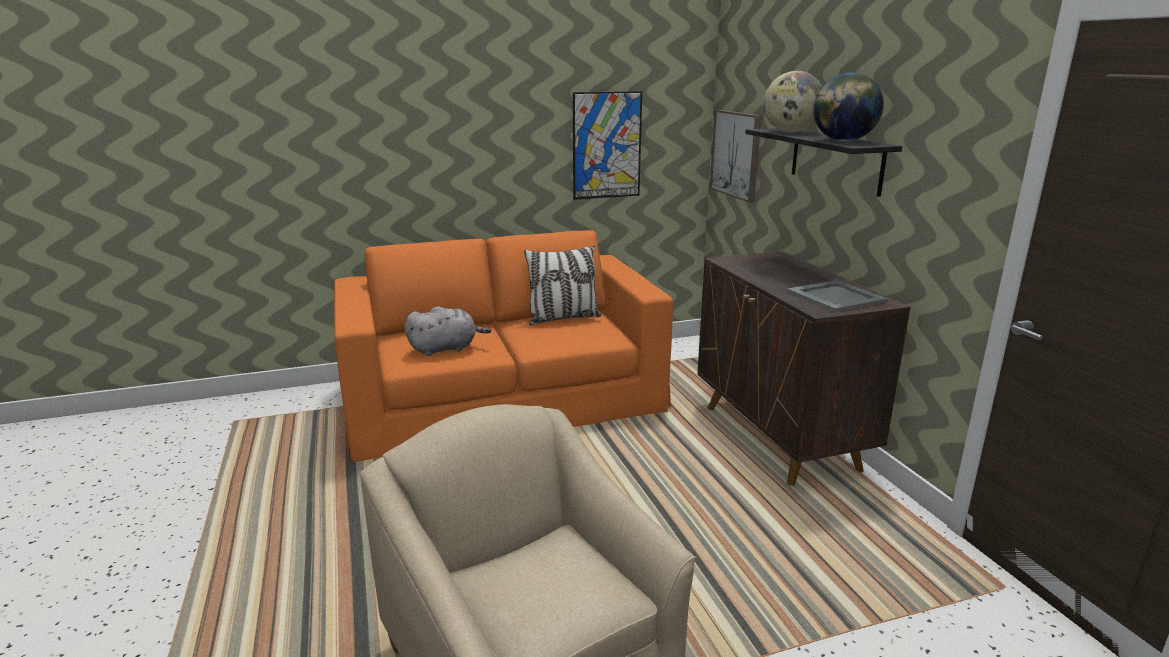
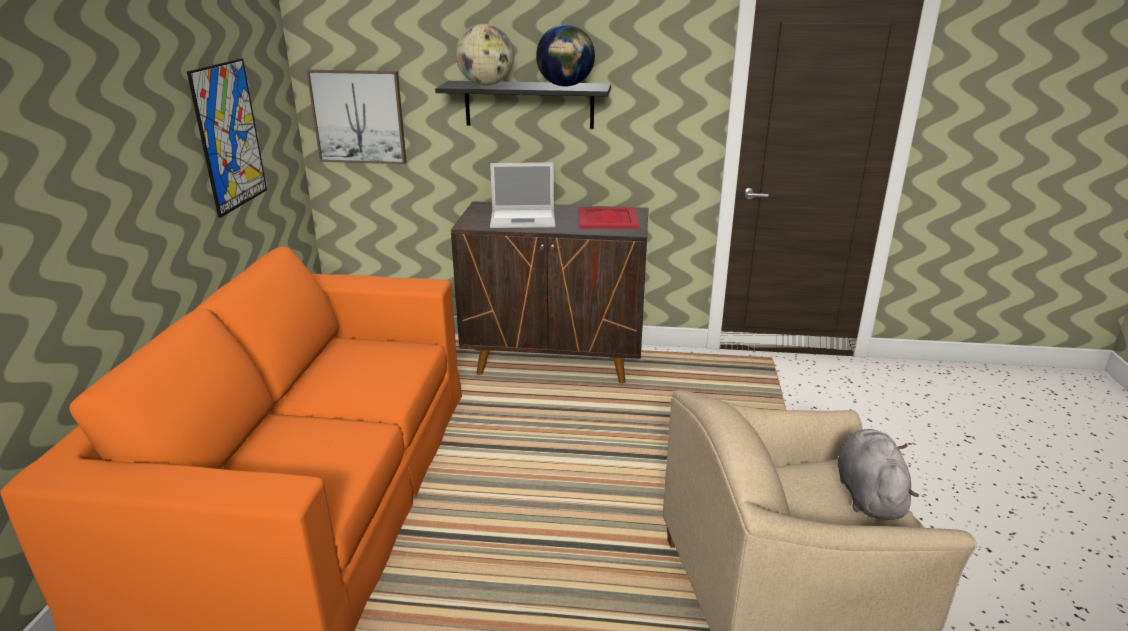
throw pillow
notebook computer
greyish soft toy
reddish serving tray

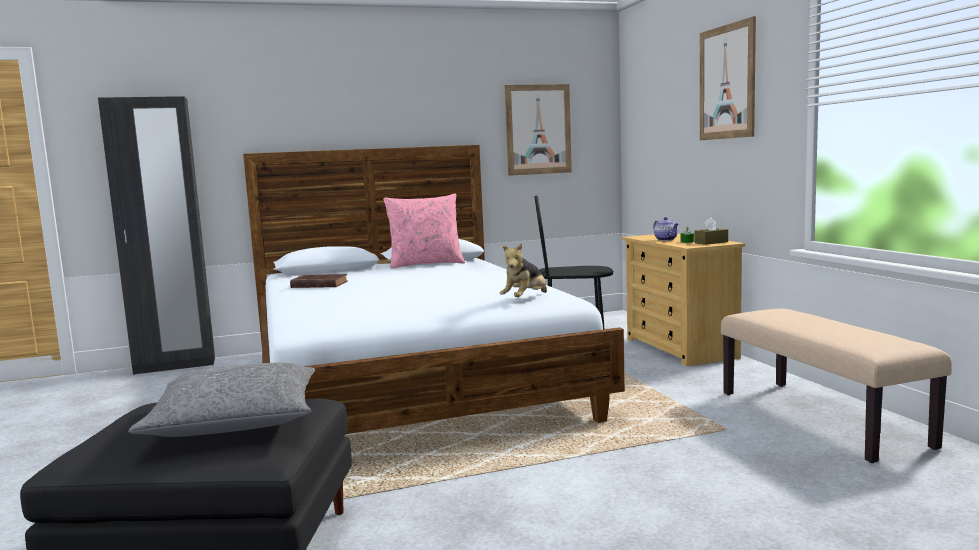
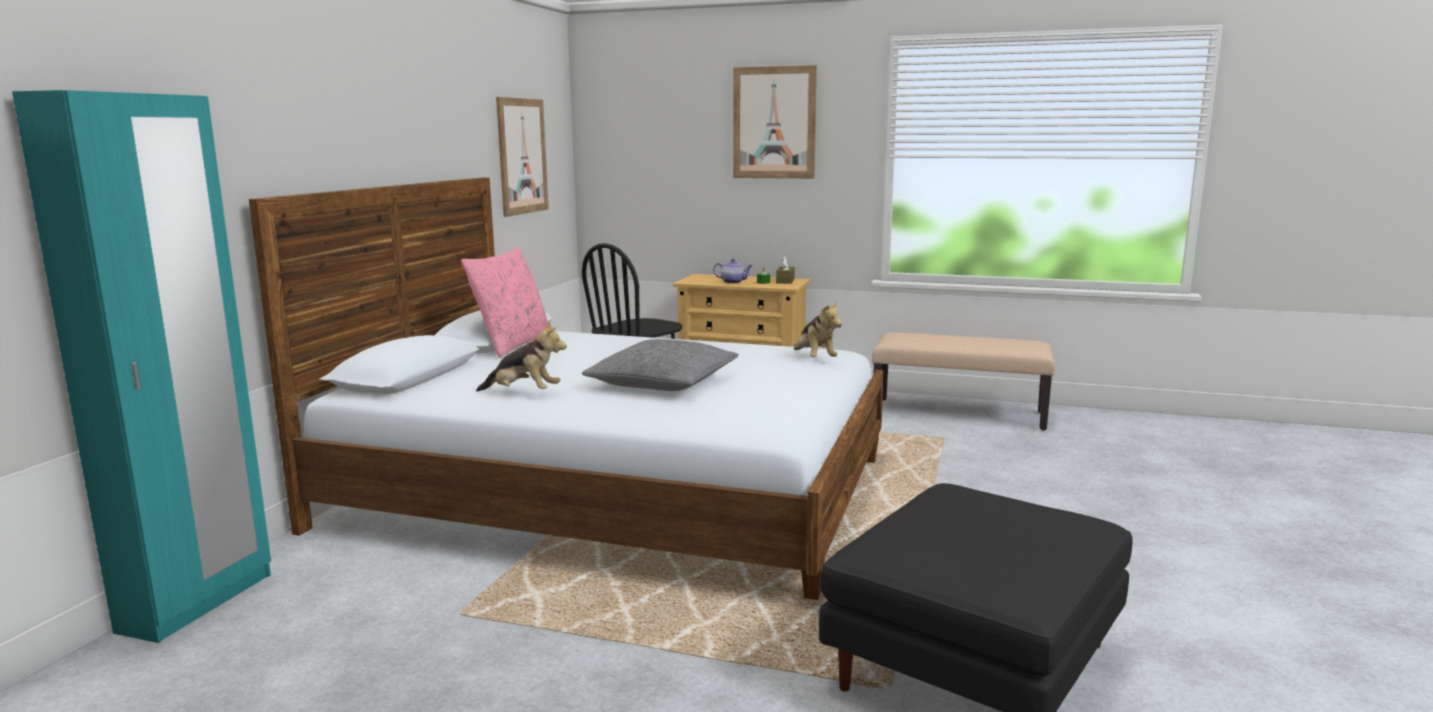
greyish throw pillow
soft toy (no. 1 from left)
turquoise clothes cupboard

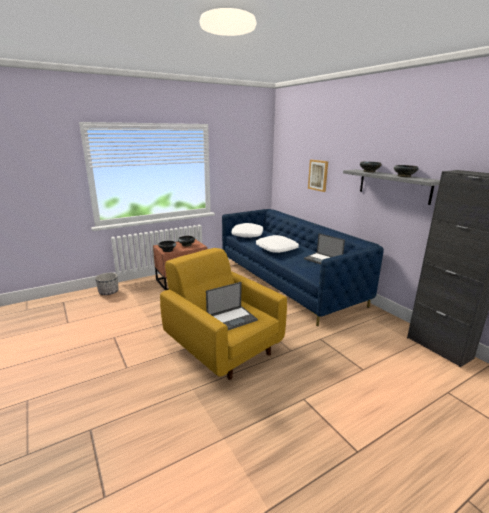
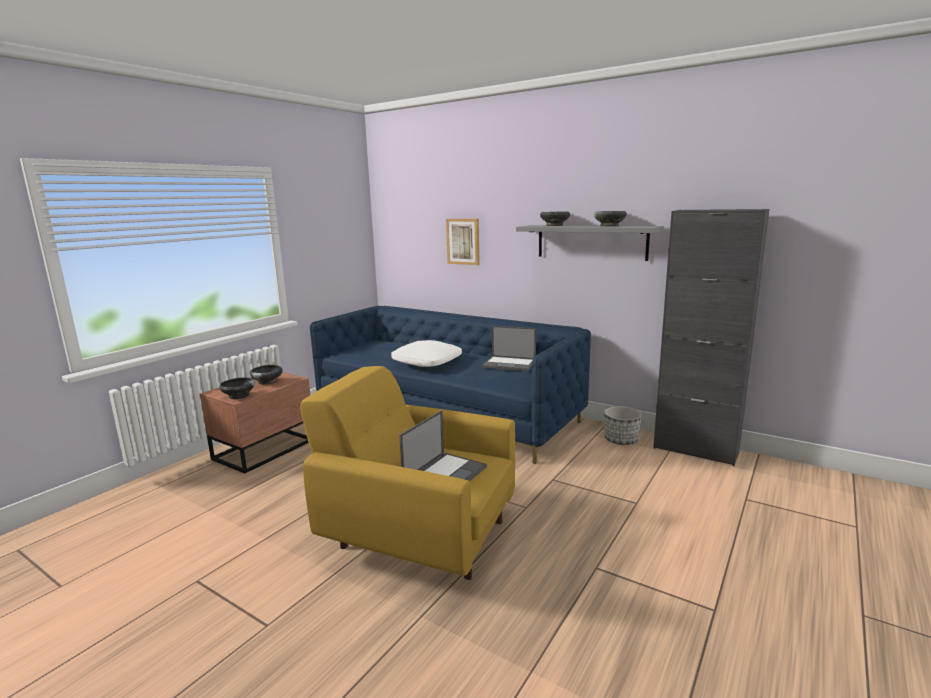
white throw pillow (no. 1 from left in the first image)
planter

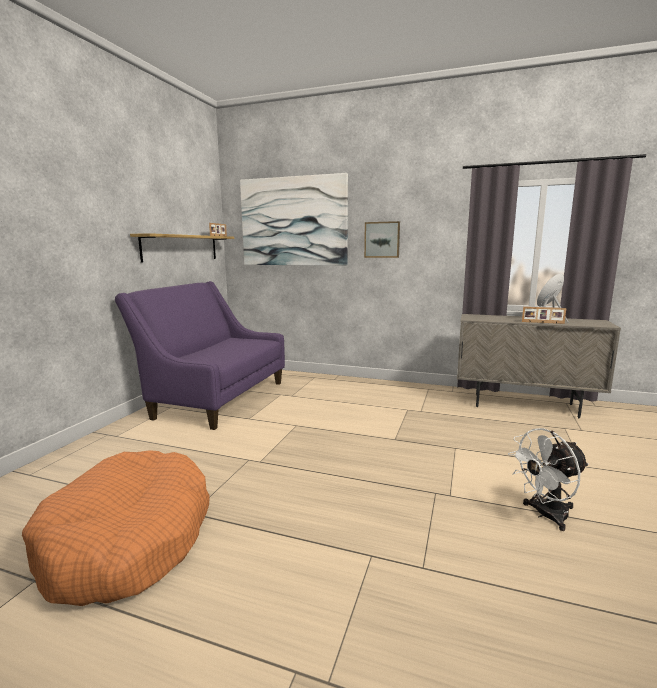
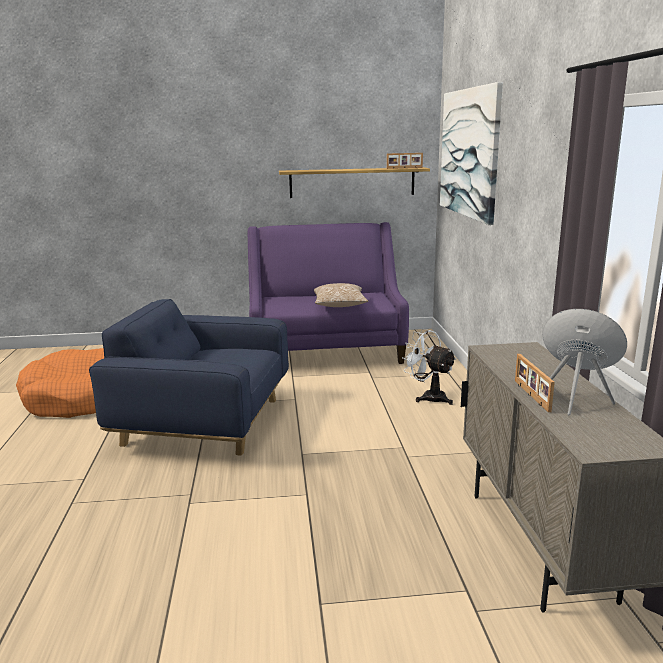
wall picture (no. 2 from left in the first image)
blue lounge chair
throw pillow
white fan

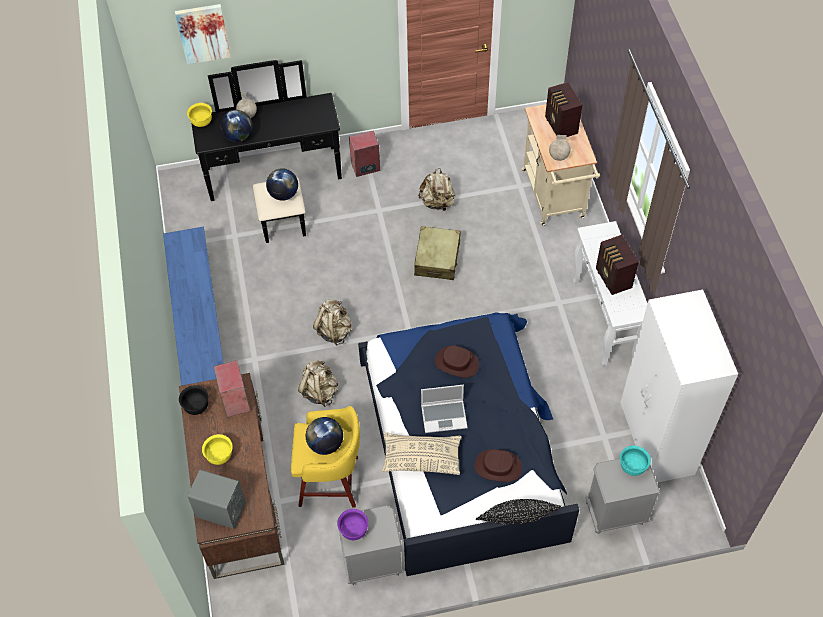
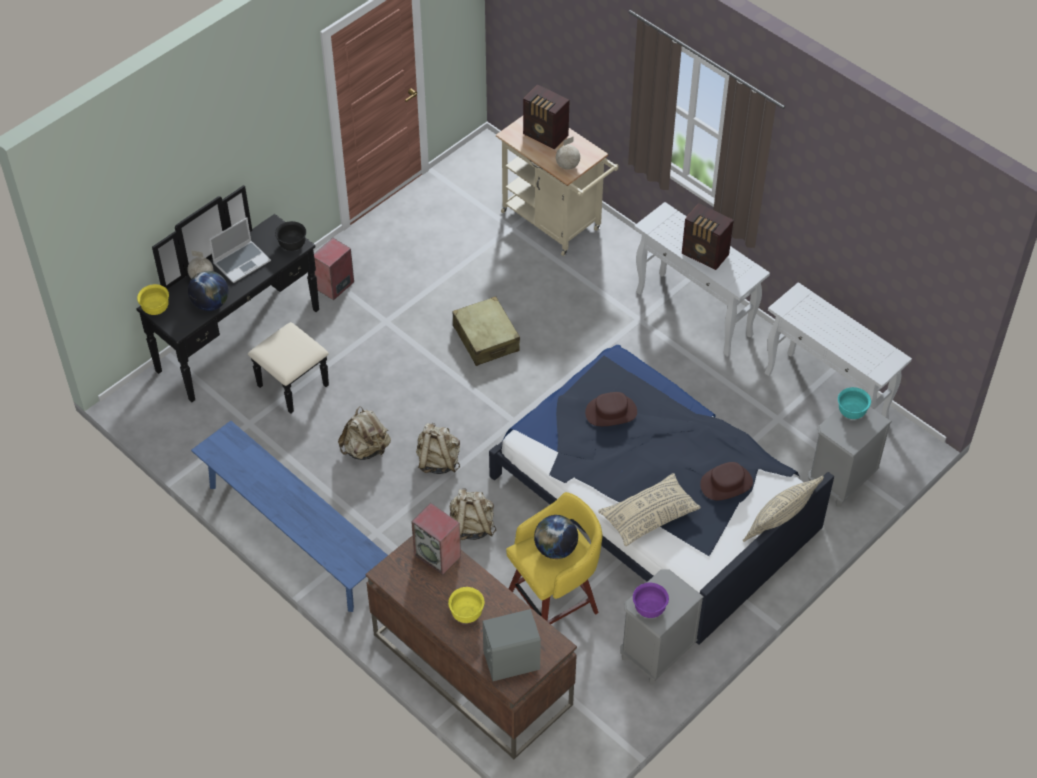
wall picture
globe (no. 3 from left in the first image)
blackish deep dish
beige-coloured backpack (no. 1 from left)
notebook computer
white console table (no. 2 from left)
beige-coloured throw pillow (no. 2 from left)

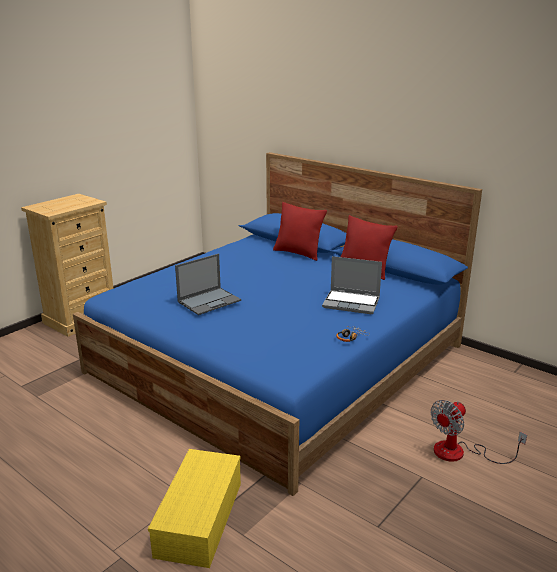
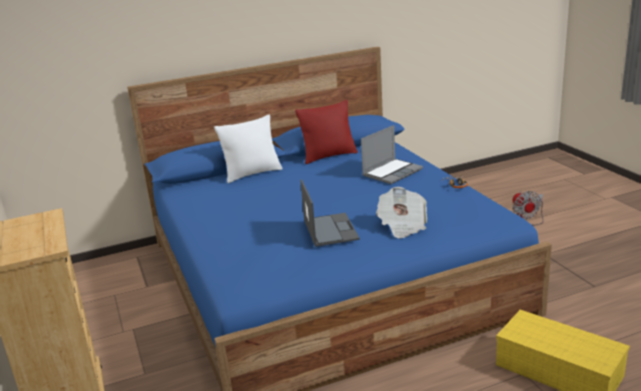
newspaper
white throw pillow

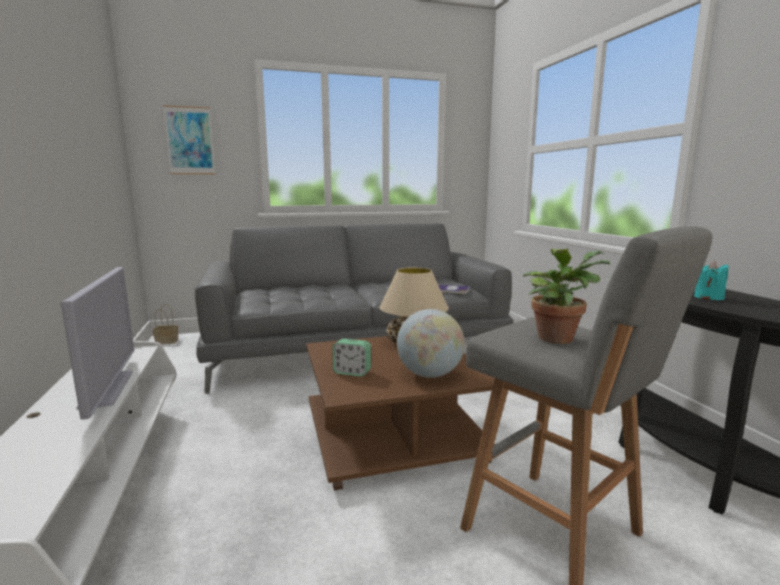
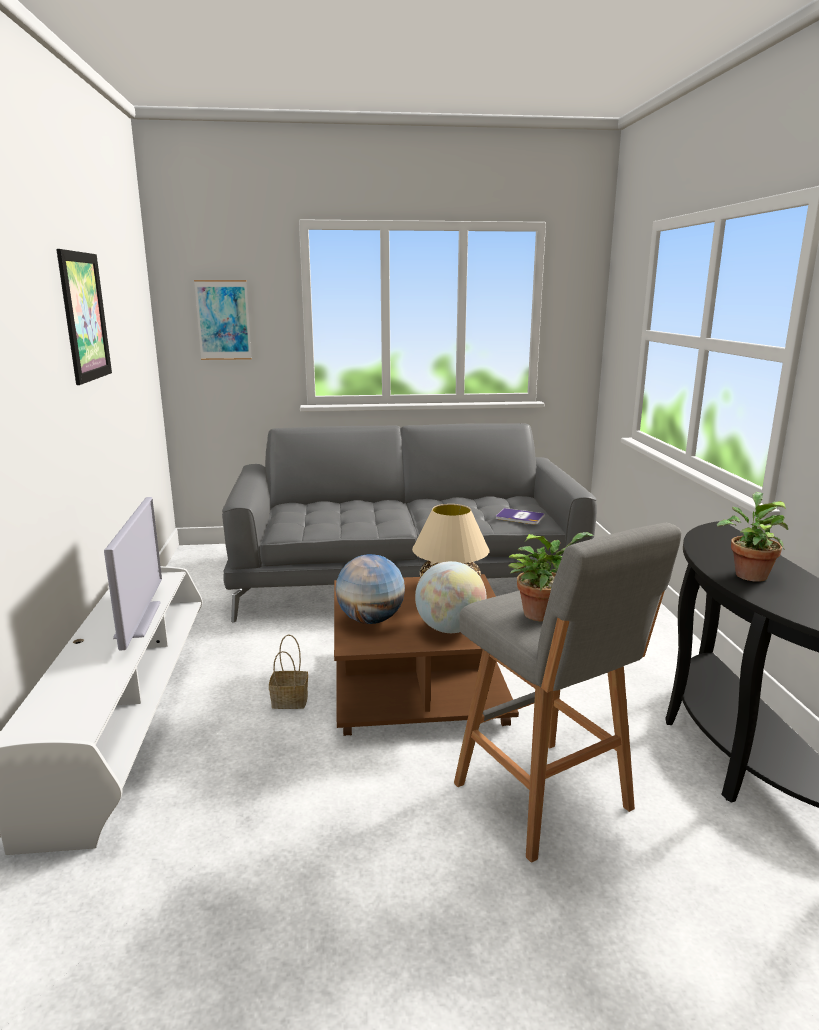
wall picture (no. 1 from left)
basket
globe (no. 1 from left)
plant in a pot (no. 2 from left)

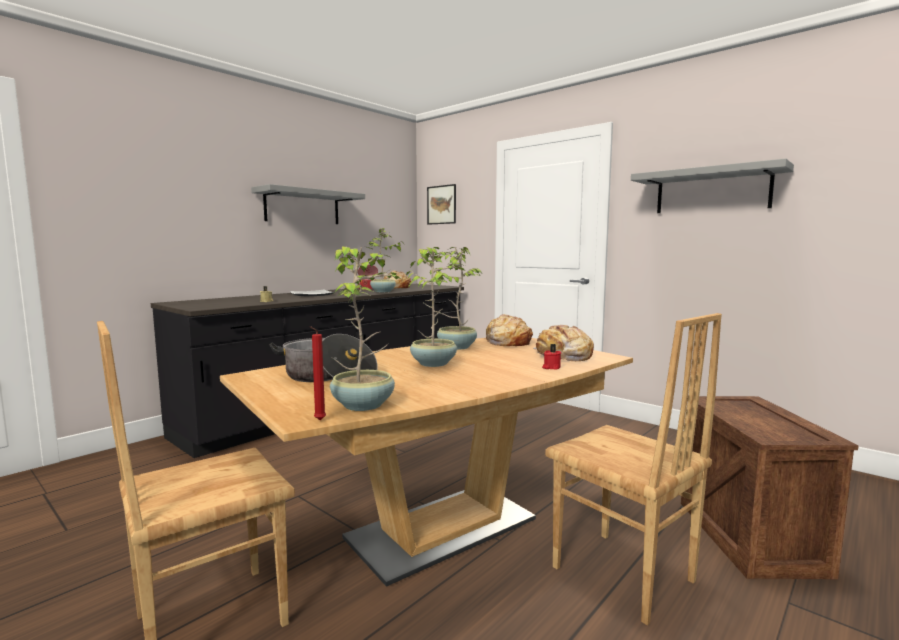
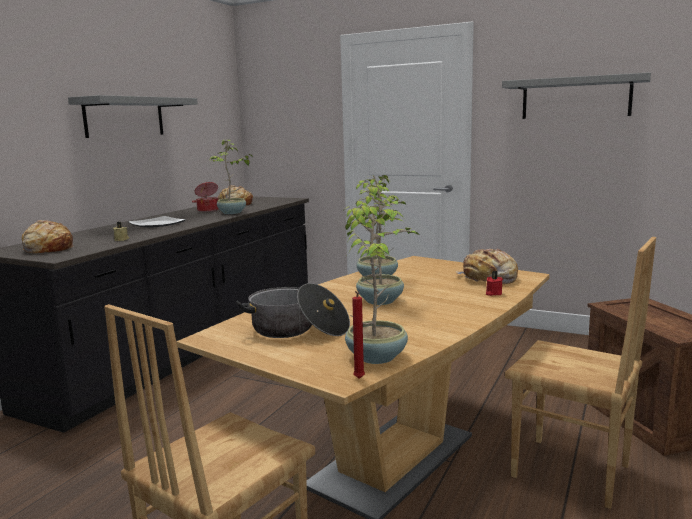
wall picture
bread (no. 1 from left)

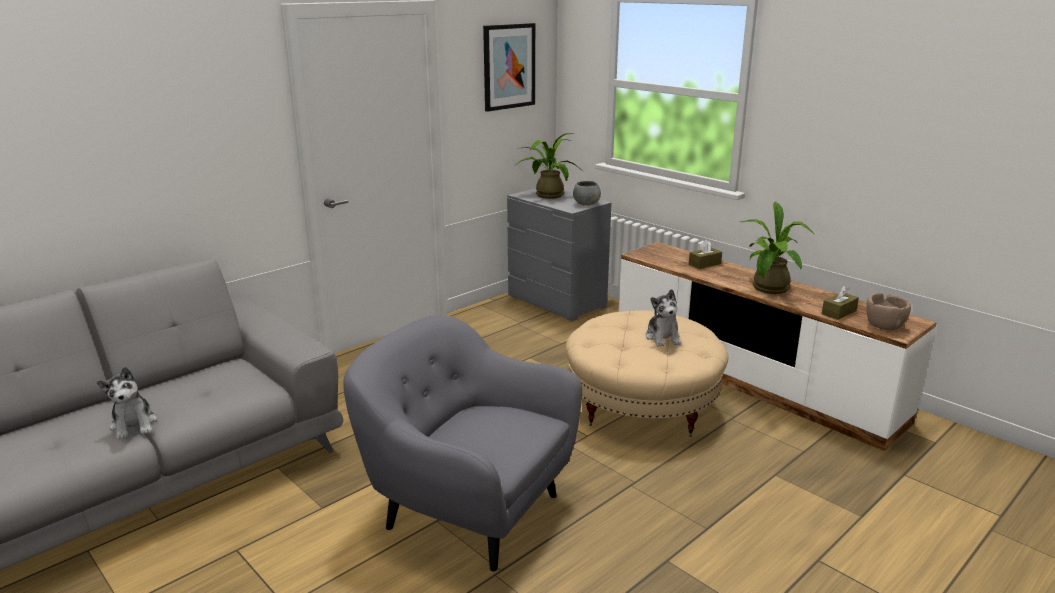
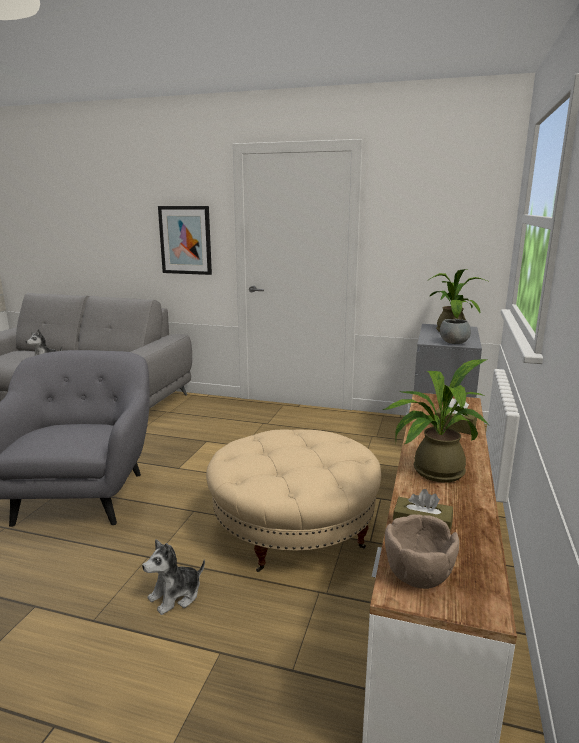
wall picture
soft toy (no. 2 from left)

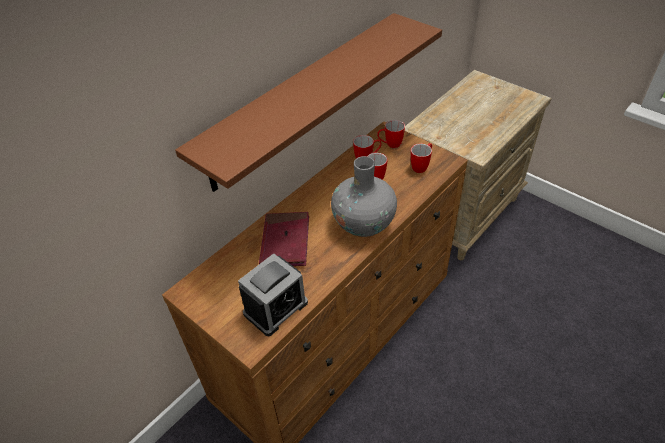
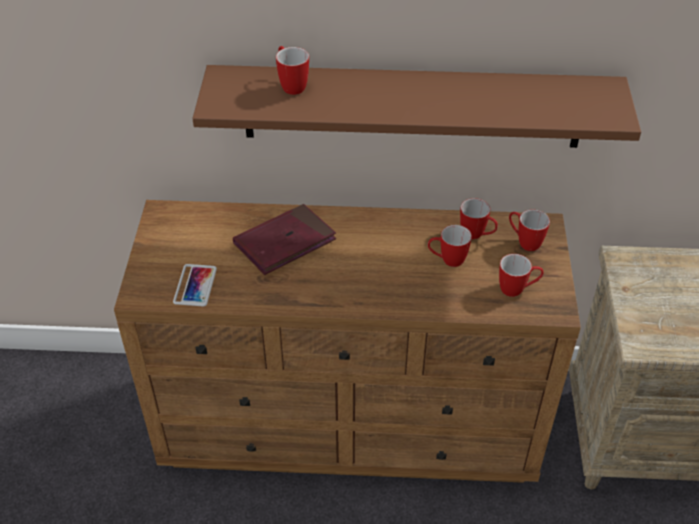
greyish flower vase
tea mug (no. 1 from left)
handset

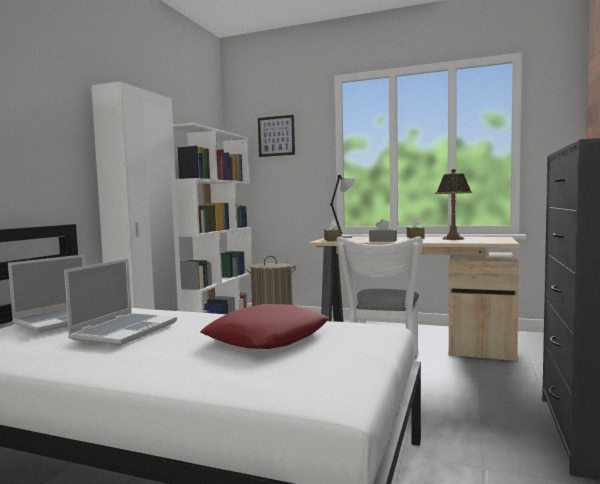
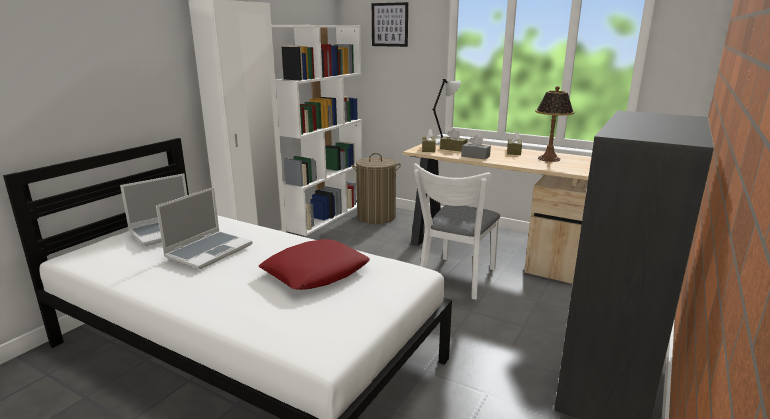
brown tissue holder (no. 2 from left)

